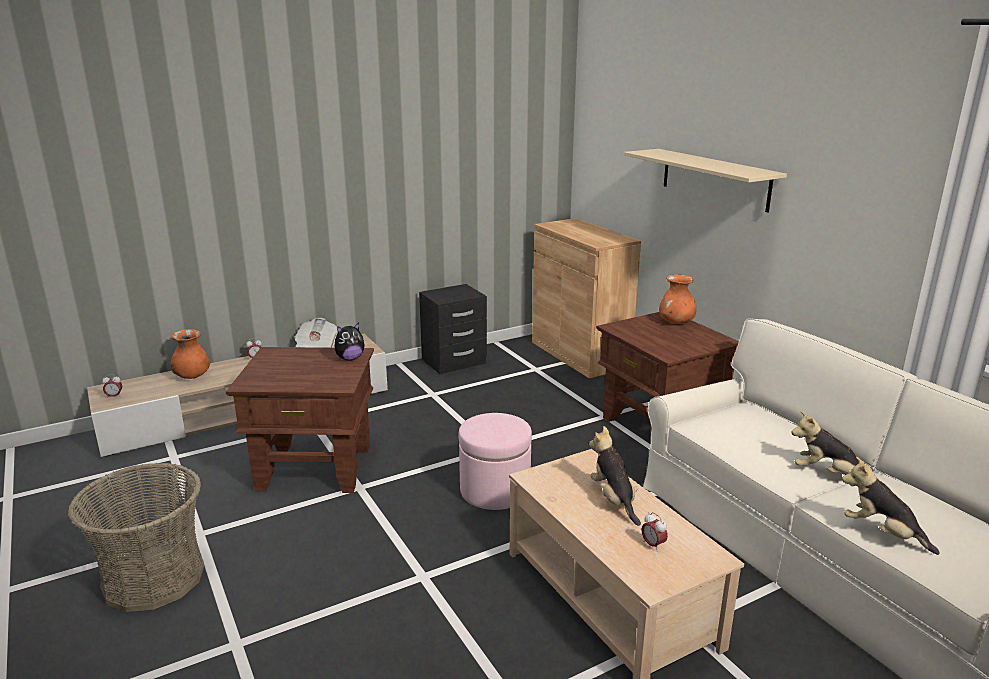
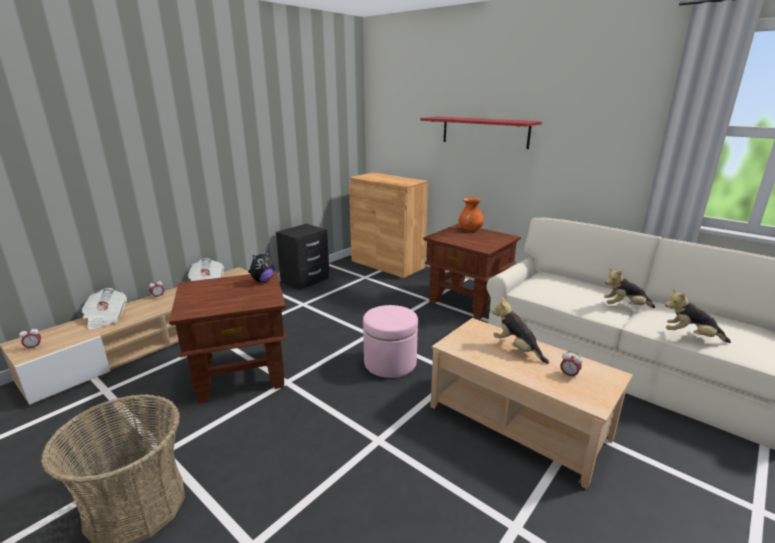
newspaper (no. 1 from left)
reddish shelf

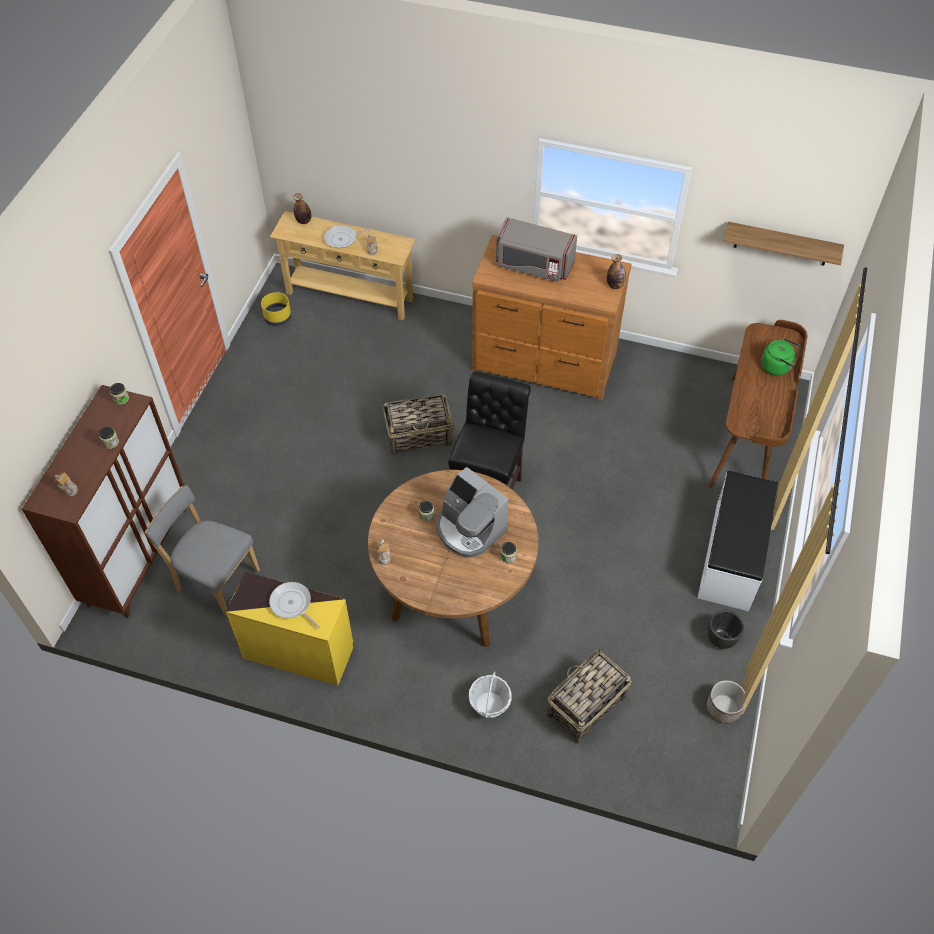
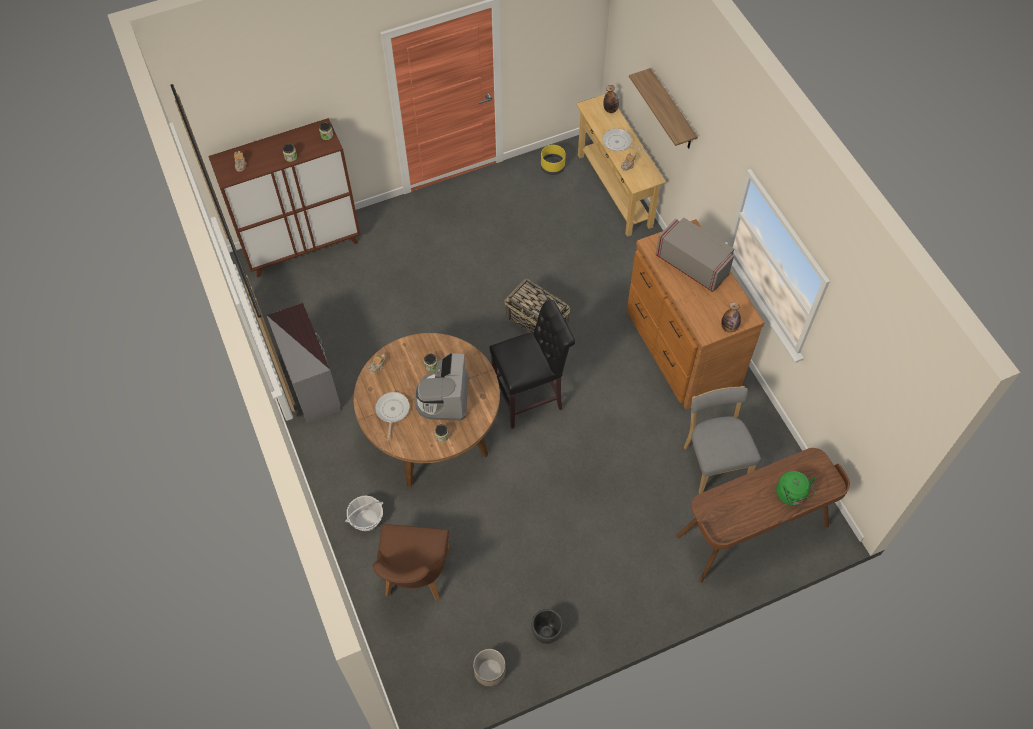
white long seat
greyish upright chair
skillet (no. 1 from left)
shelf
brown upright chair
greyish drawer chest
greyish kitchen microwave

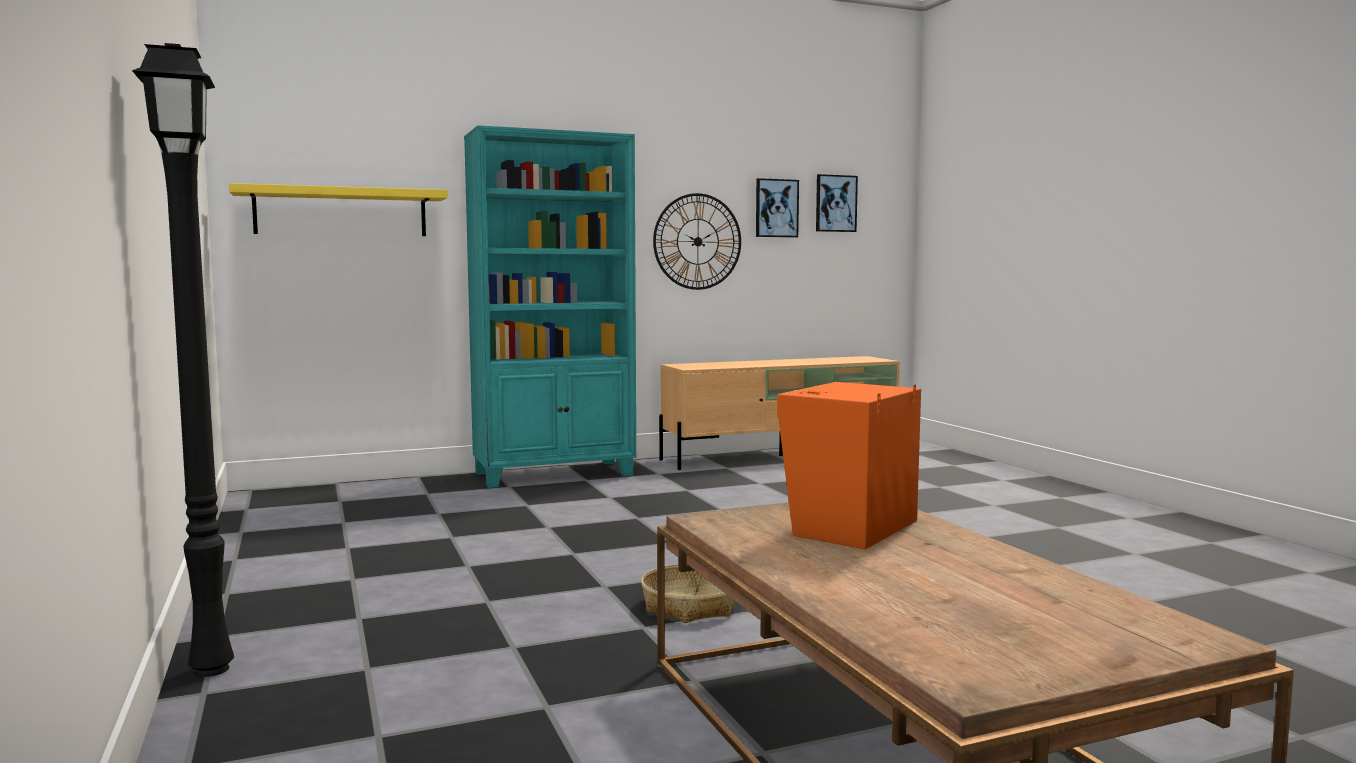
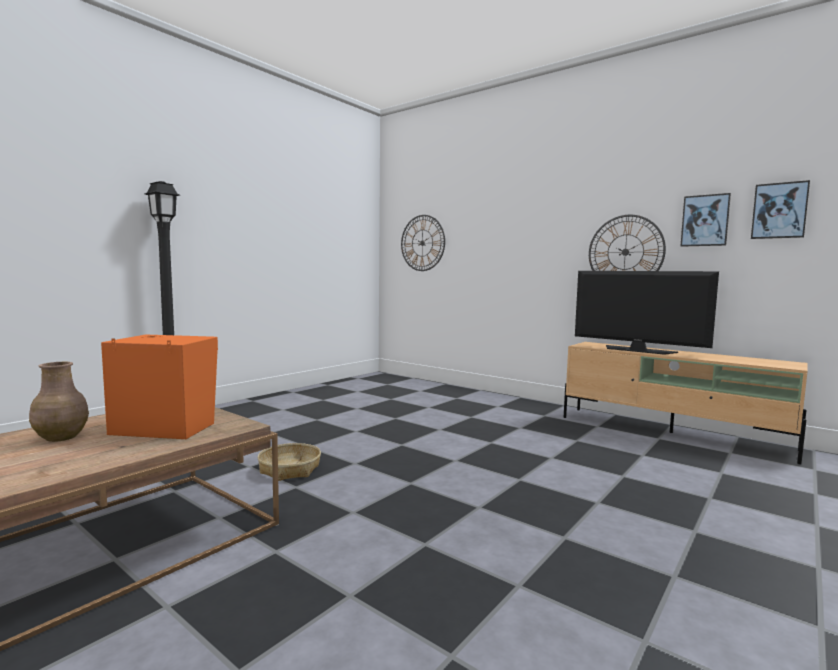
turquoise bookshelf
brown flower vase
television
hanging clock (no. 1 from left)

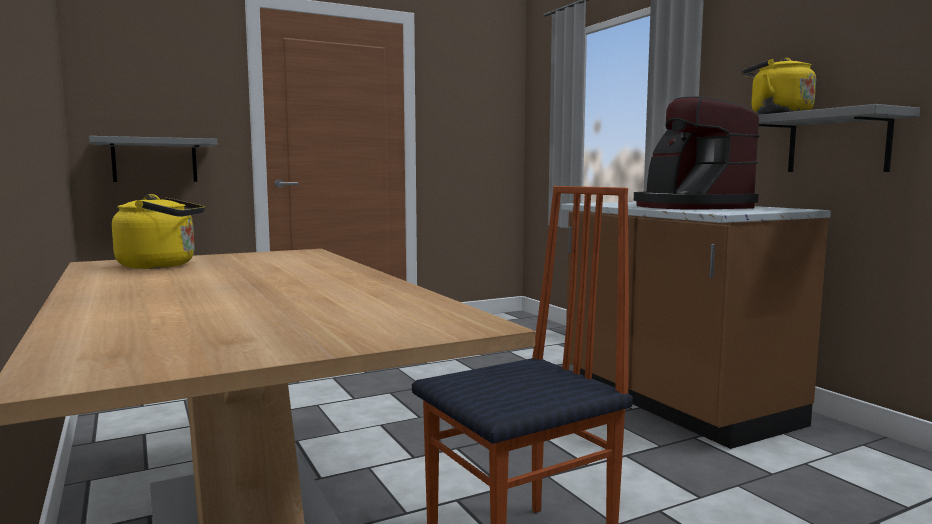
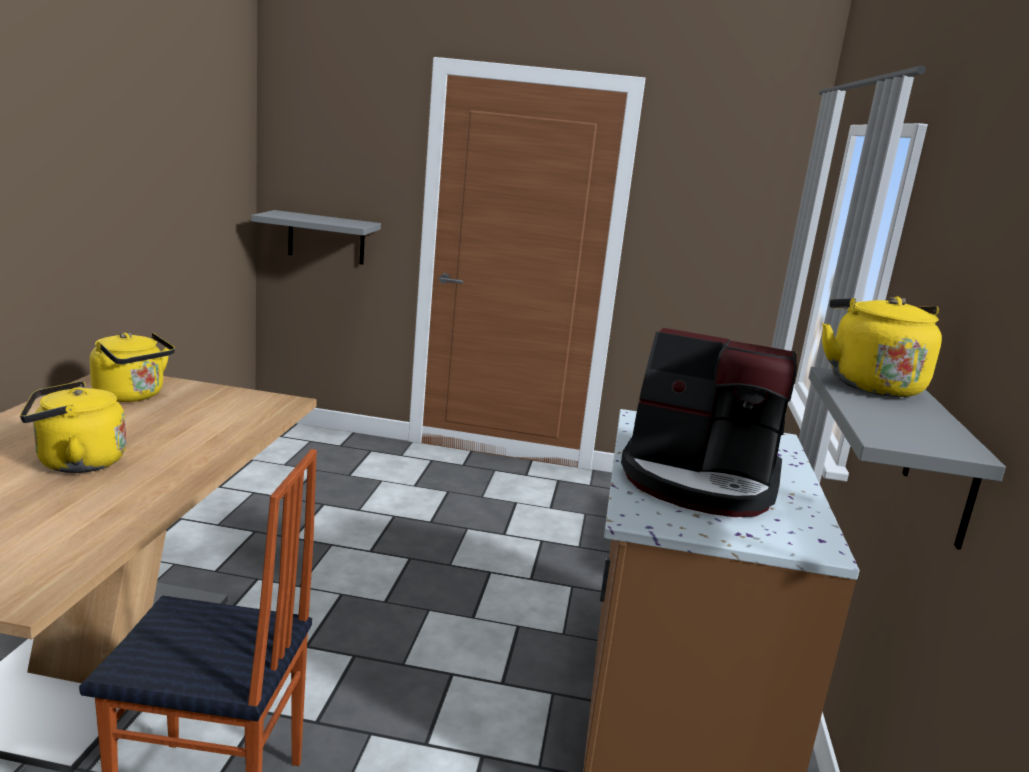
yellowish kettle (no. 1 from left)
coffee machine

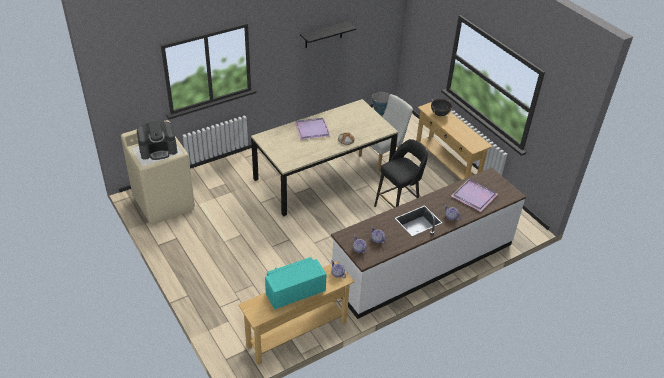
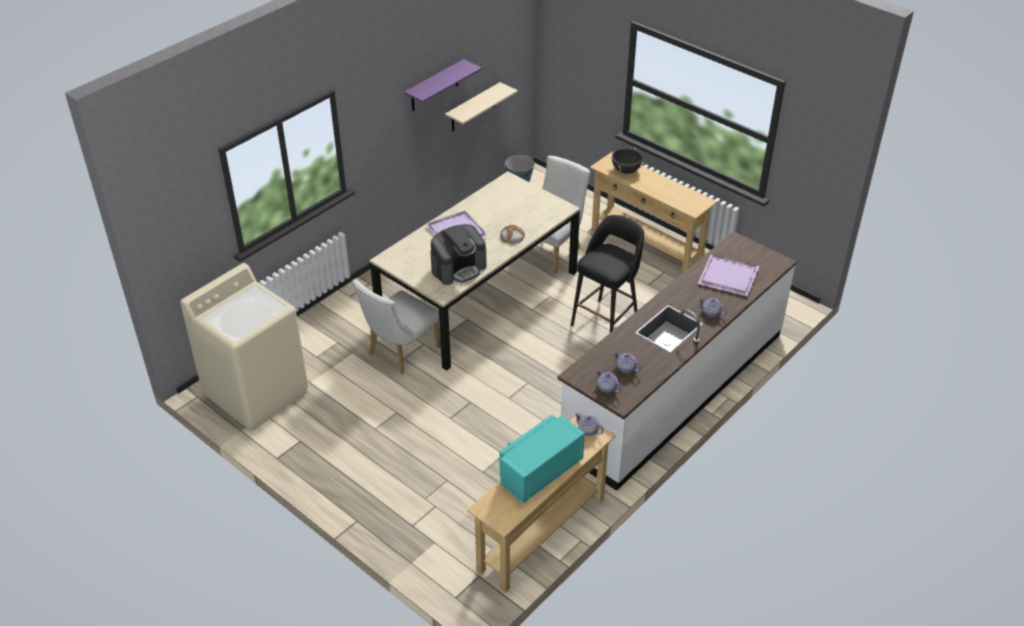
white upright chair (no. 1 from left)
beige-coloured shelf
coffee machine
purple shelf

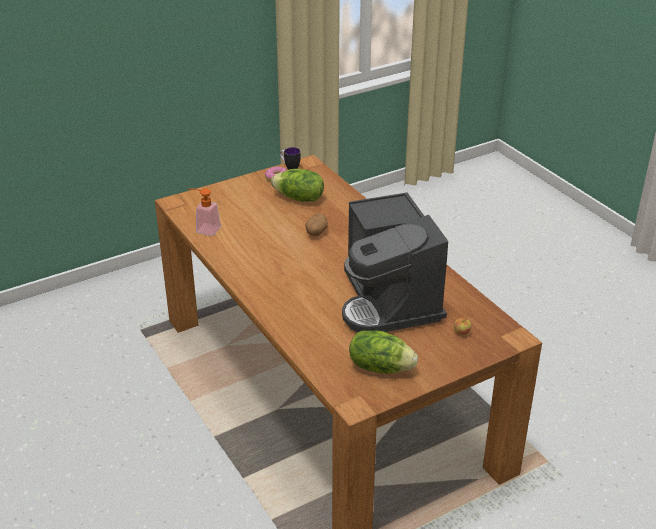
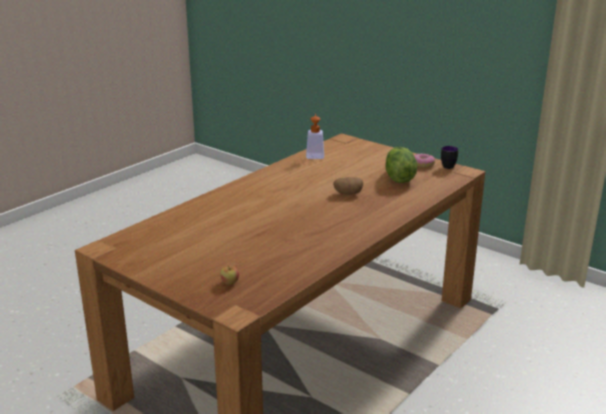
coffee machine
lettuce head (no. 2 from left in the first image)

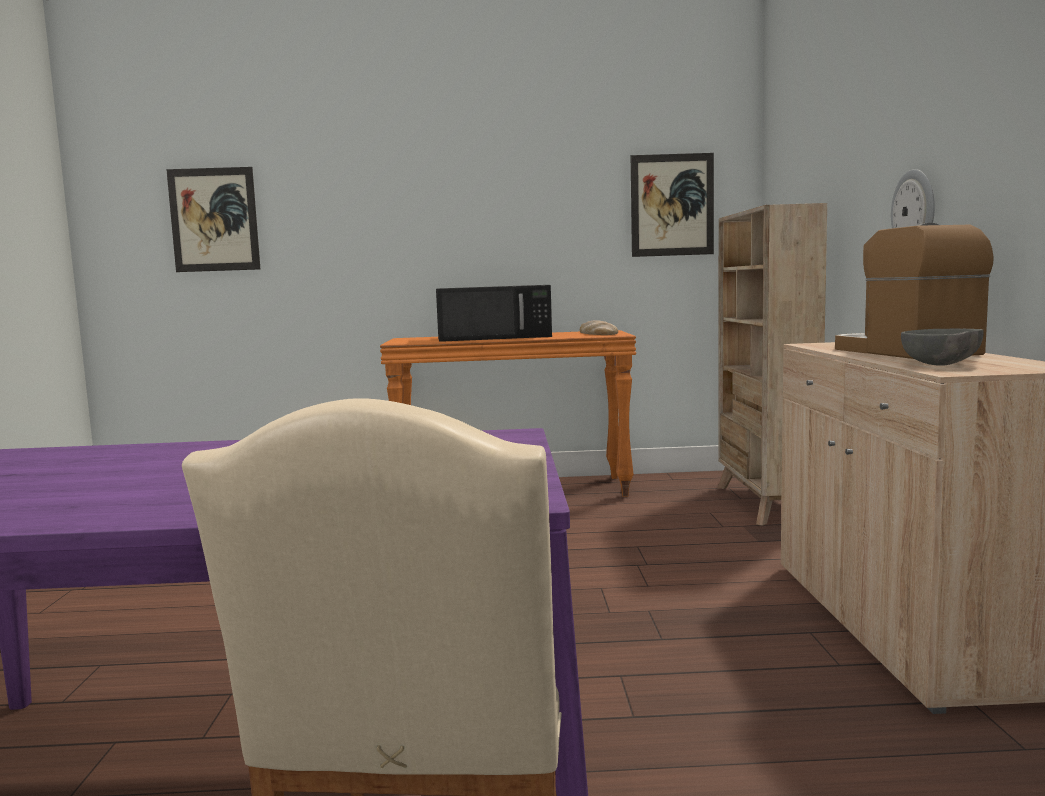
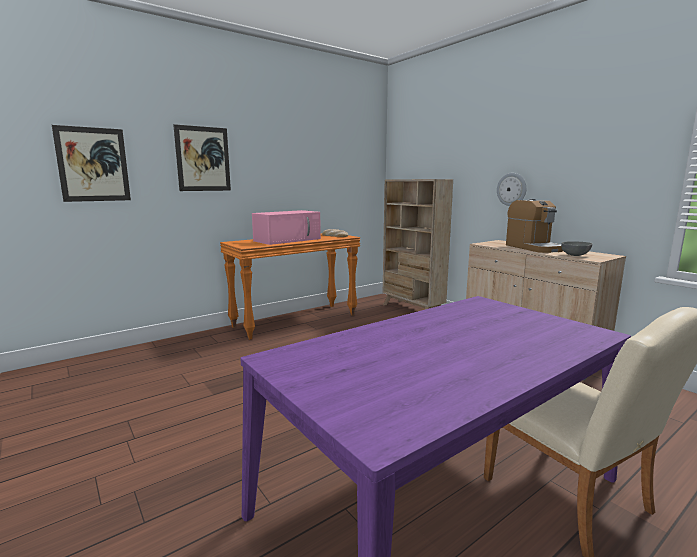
wall picture (no. 2 from left)
pinkish kitchen microwave
coffee machine

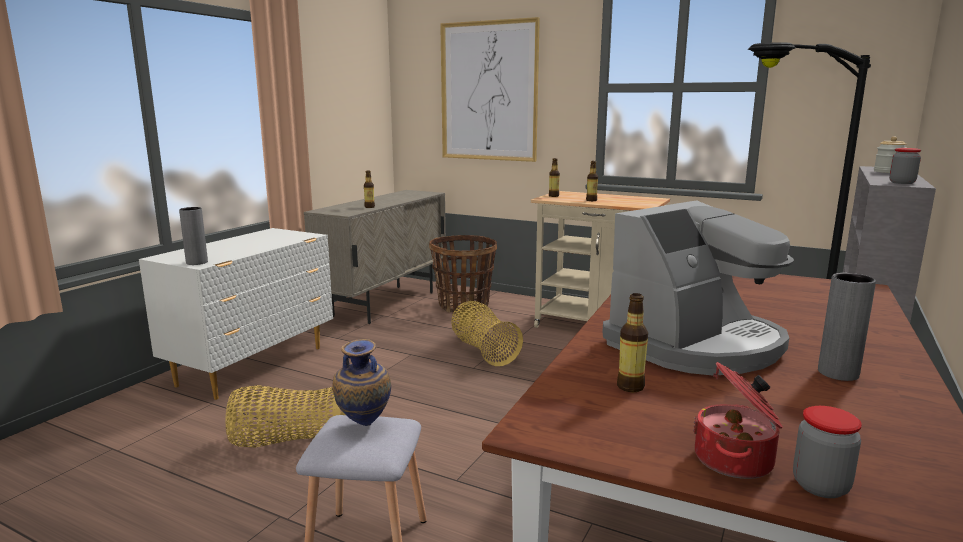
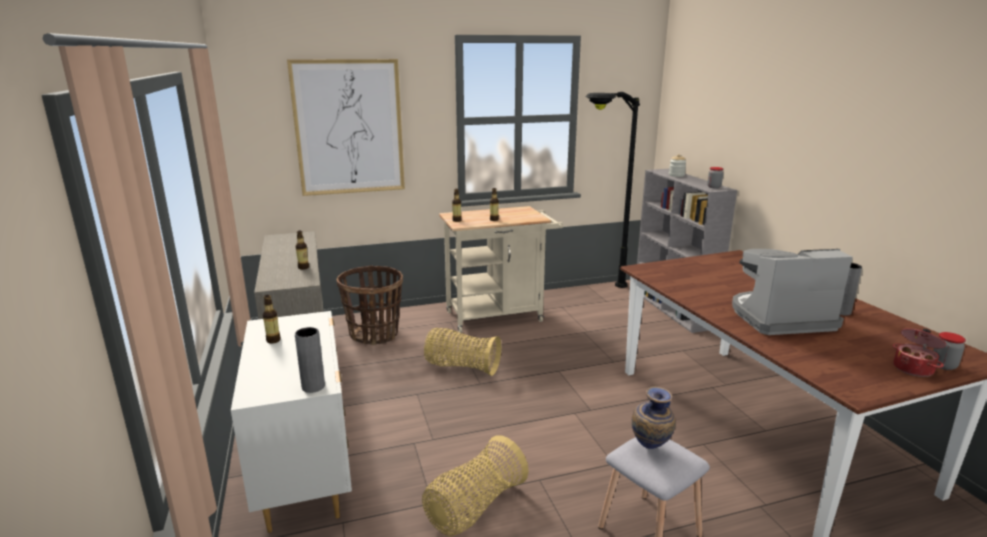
bottle (no. 1 from left)
coffee machine

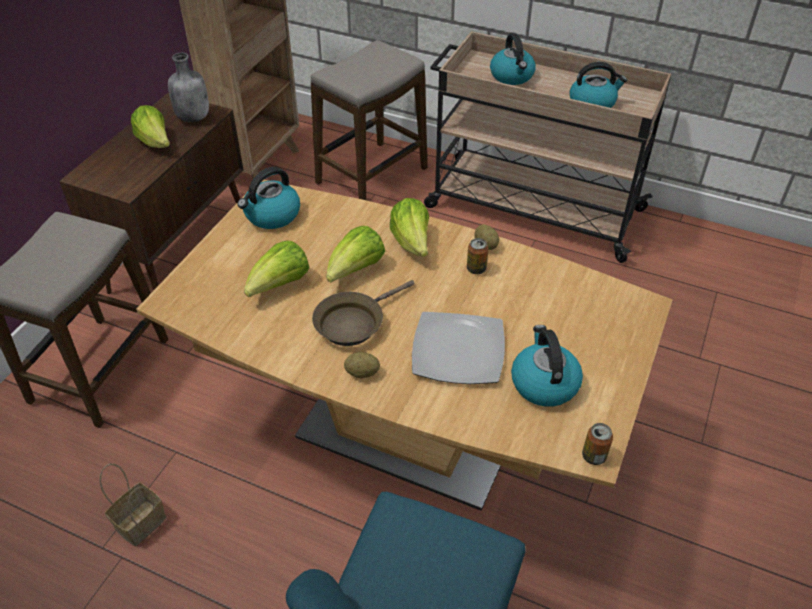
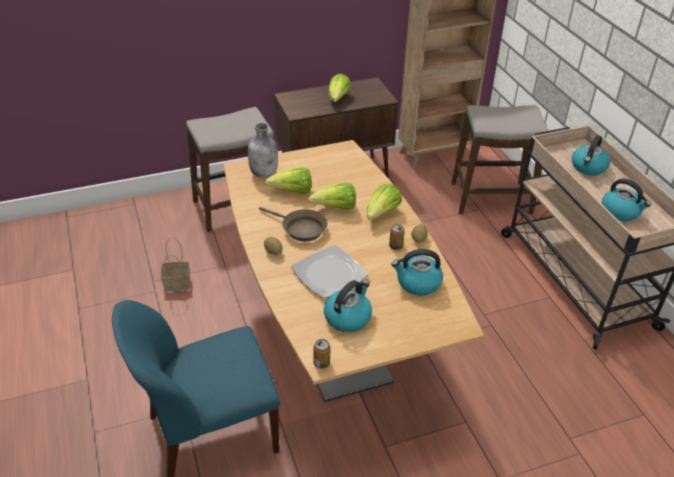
greyish bottle
kettle (no. 2 from left)
brown skillet

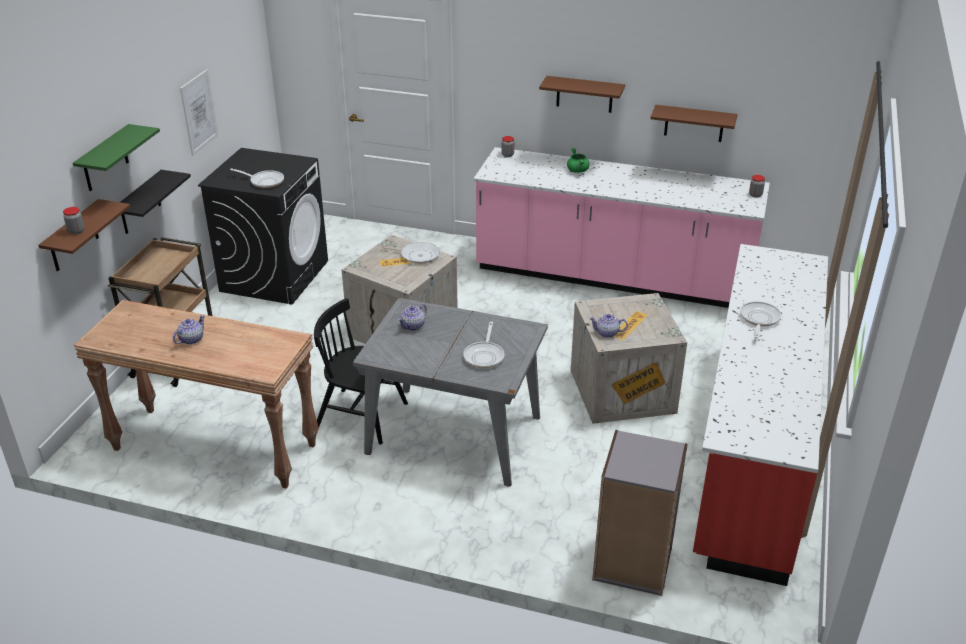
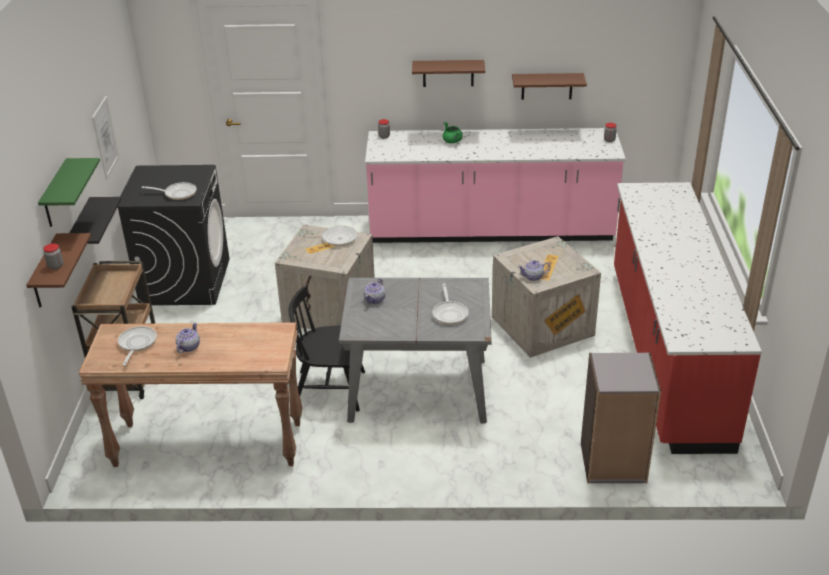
skillet (no. 1 from left)

